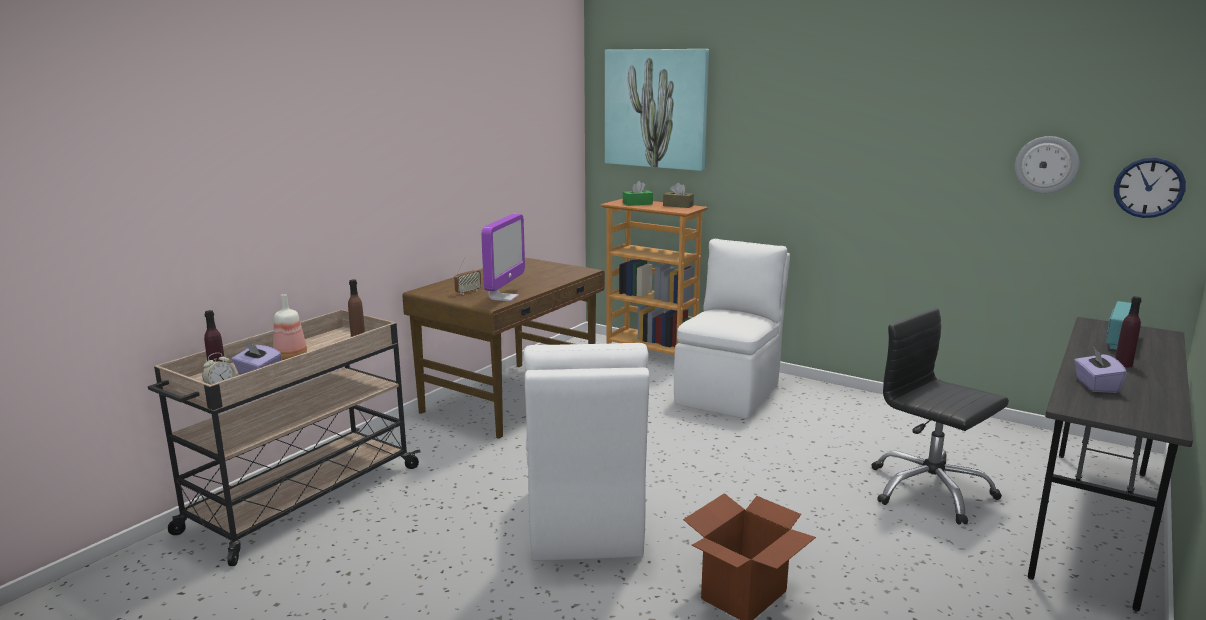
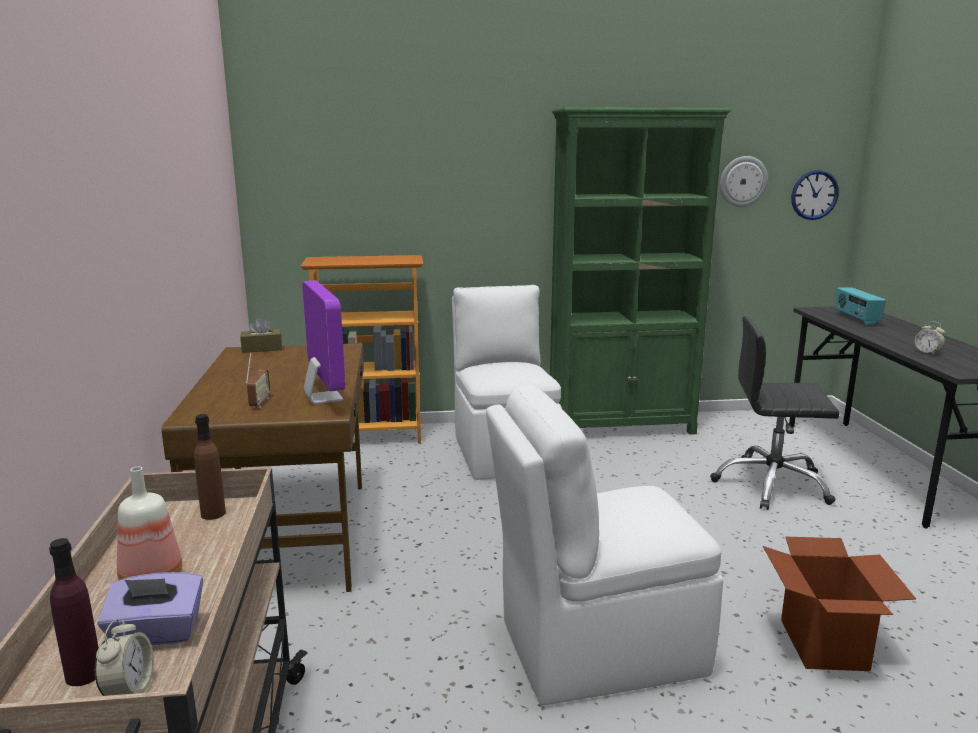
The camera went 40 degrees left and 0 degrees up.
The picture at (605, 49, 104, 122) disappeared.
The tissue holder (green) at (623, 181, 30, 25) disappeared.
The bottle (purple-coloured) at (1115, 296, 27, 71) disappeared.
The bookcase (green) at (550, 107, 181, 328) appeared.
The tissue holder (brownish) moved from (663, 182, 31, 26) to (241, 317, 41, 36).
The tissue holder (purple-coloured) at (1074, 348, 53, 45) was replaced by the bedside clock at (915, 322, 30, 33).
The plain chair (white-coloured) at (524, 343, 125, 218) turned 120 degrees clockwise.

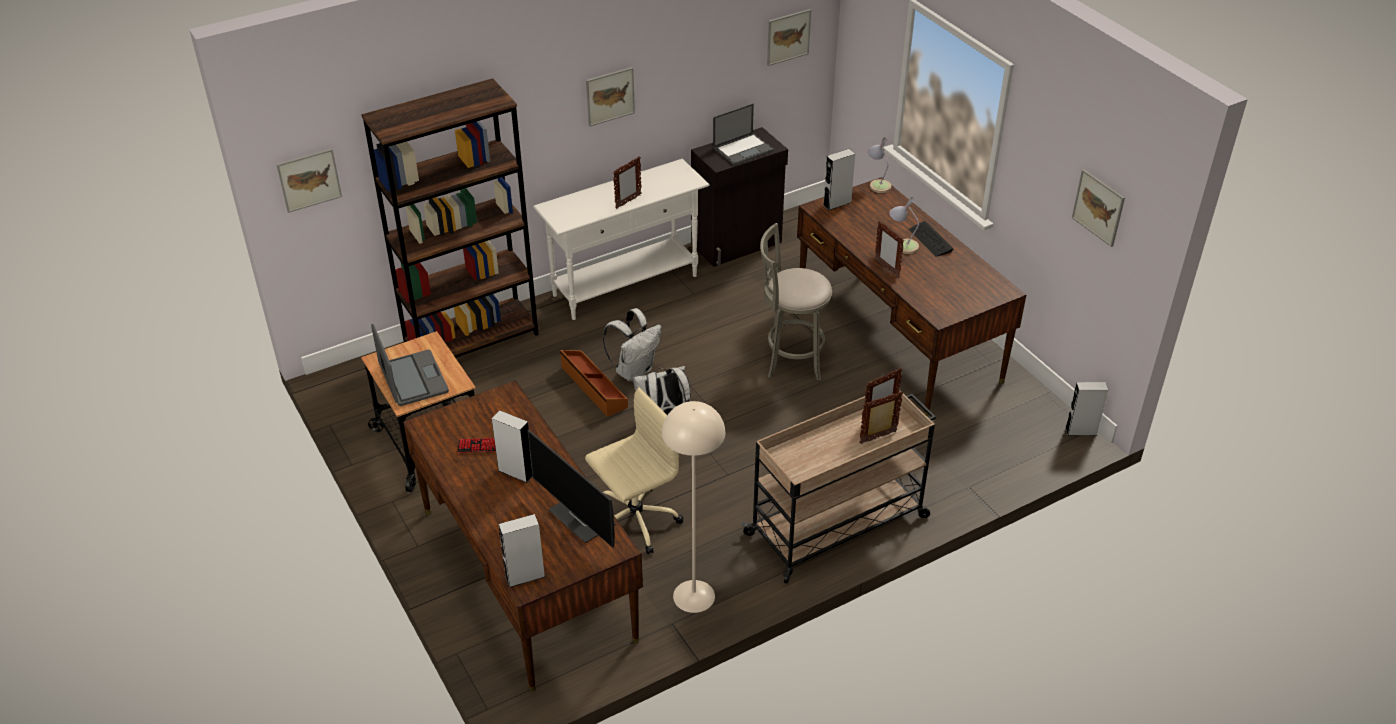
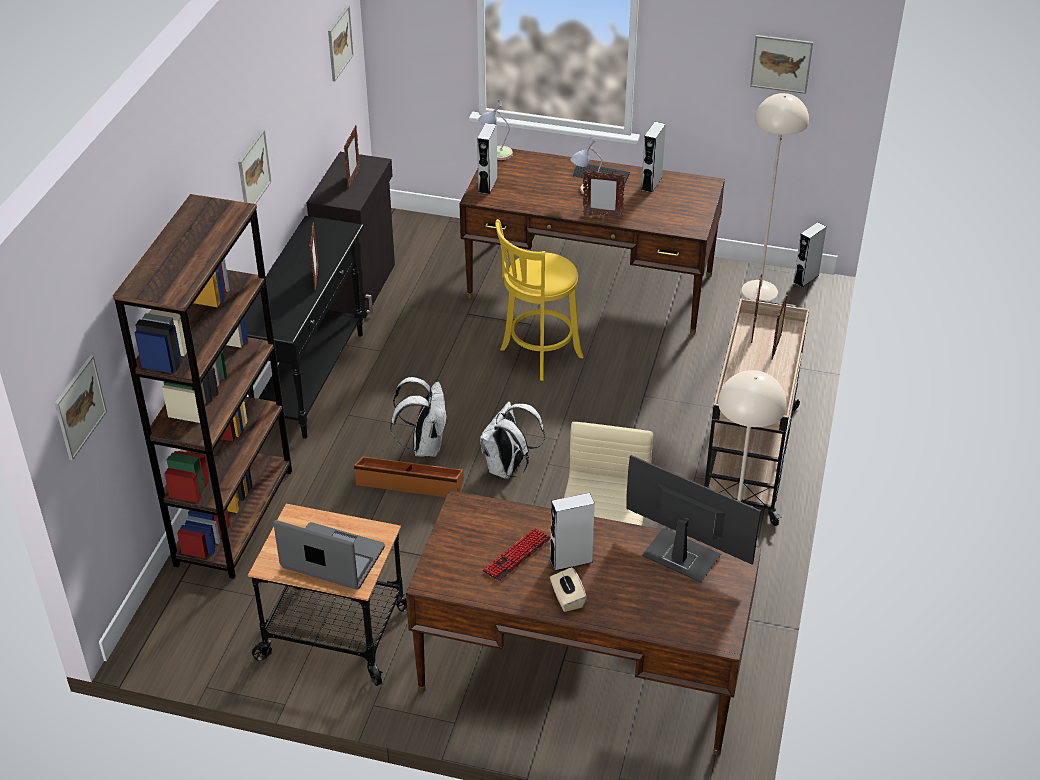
The camera went 45 degrees left and 0 degrees up.
The tissue holder (sand-coloured) at (550, 567, 37, 45) appeared.
The standing lamp (sand-coloured) at (742, 93, 67, 208) appeared.
The loudspeaker (grey) moved from (498, 514, 48, 74) to (641, 122, 25, 71).
The laptop at (713, 104, 61, 61) was replaced by the picture frame at (344, 125, 16, 63).
The hall table (white-coloured) at (533, 159, 177, 161) became the hall table (blackish) at (245, 216, 119, 223).
The stool (grey) at (760, 223, 72, 158) became the stool (yellow-coloured) at (495, 219, 89, 162).
The computer display at (528, 430, 88, 118) turned 150 degrees counterclockwise.

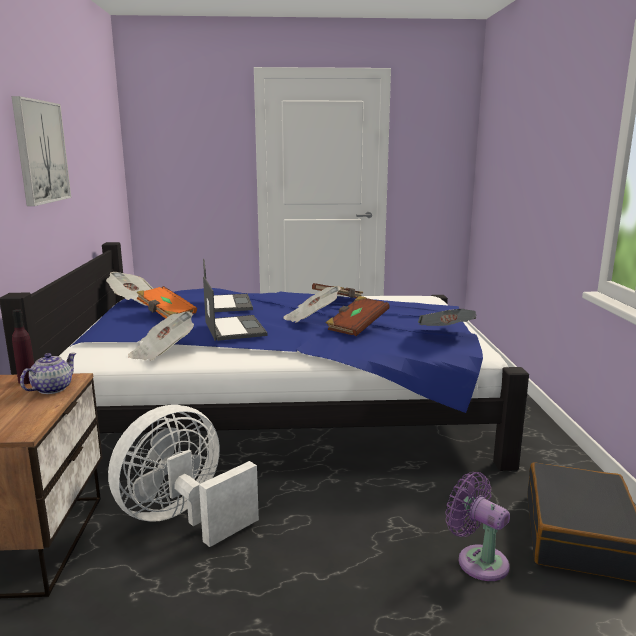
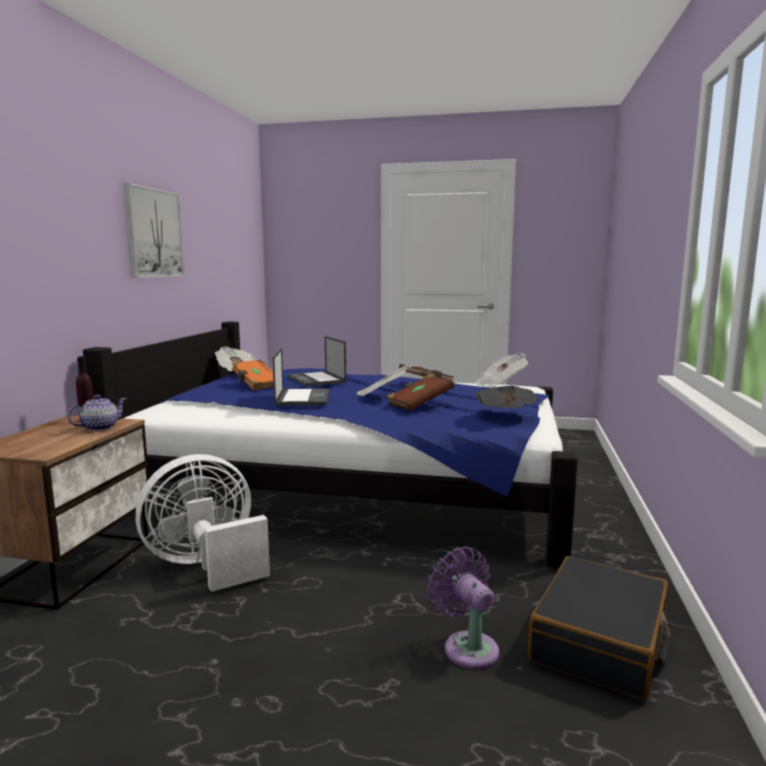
The camera went 15 degrees right and 5 degrees down.
The daily paper moved from (128, 311, 66, 50) to (475, 353, 53, 32).
The laptop at (203, 259, 50, 53) turned 150 degrees clockwise.

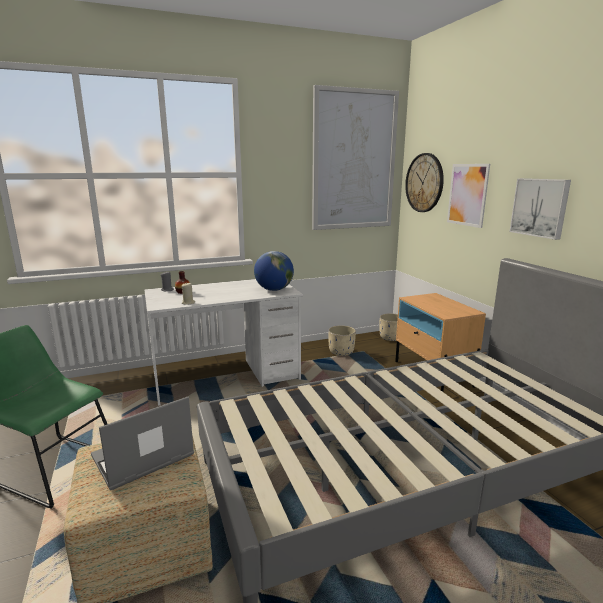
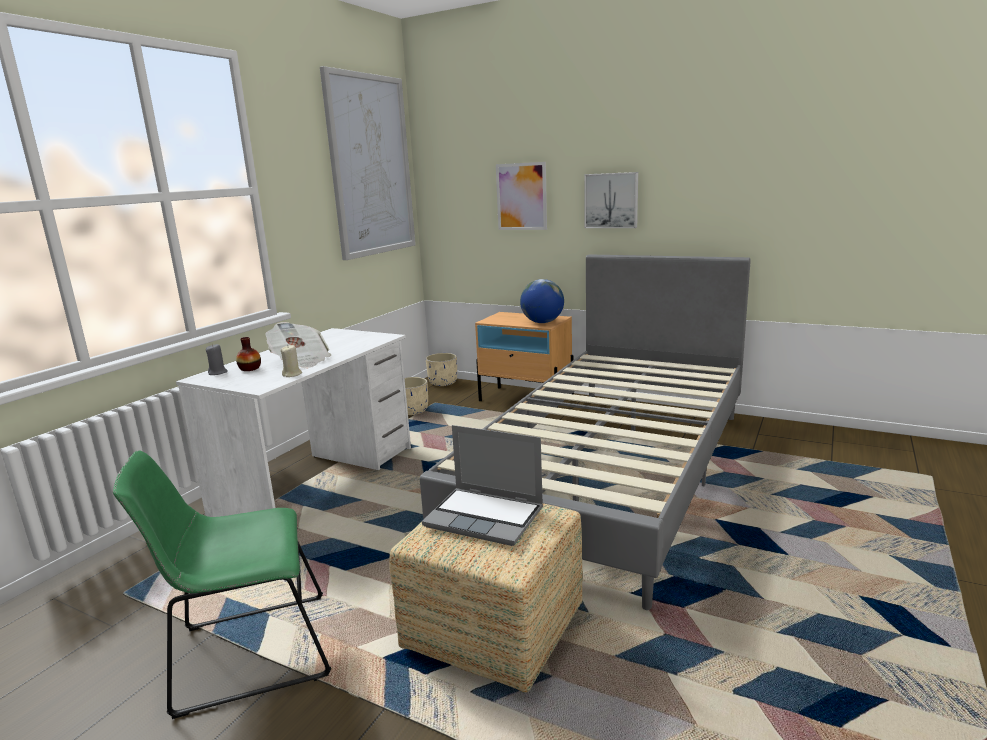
The camera went 40 degrees left and 0 degrees up.
The wall clock at (405, 153, 39, 59) disappeared.
The daily paper at (265, 322, 66, 46) appeared.
The world globe moved from (254, 251, 40, 40) to (520, 279, 44, 44).
The laptop at (91, 396, 103, 94) turned 75 degrees counterclockwise.

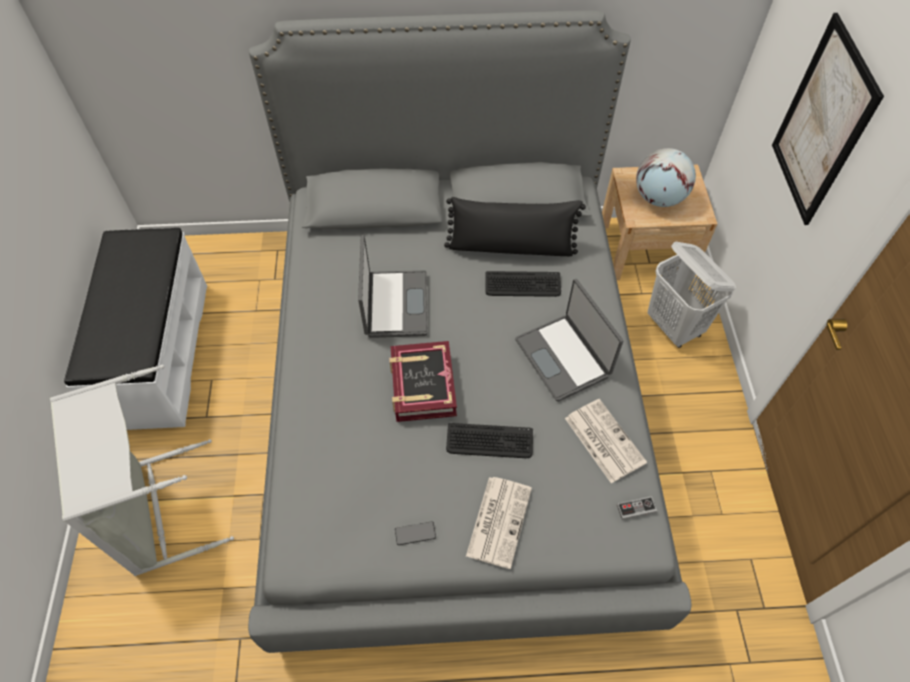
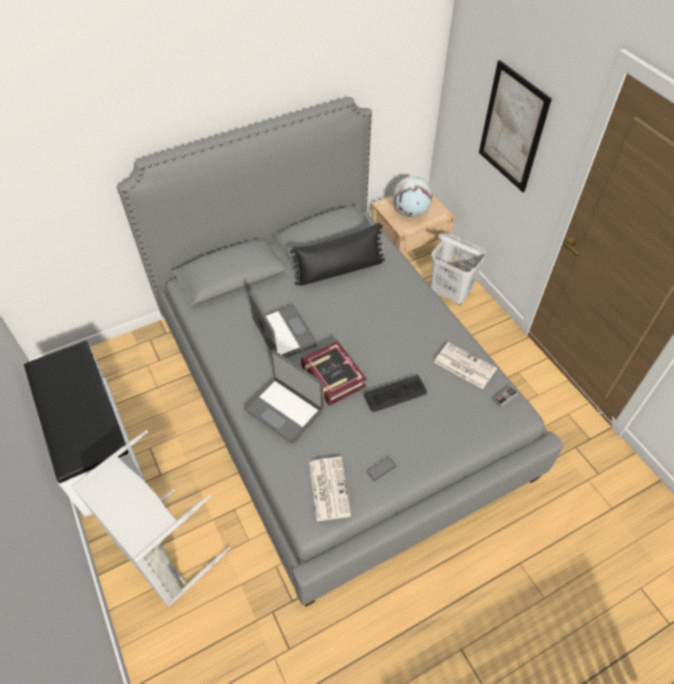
The camera went 25 degrees left and 5 degrees down.
The computer keyboard at (485, 271, 76, 26) disappeared.
The daily paper moved from (466, 477, 66, 92) to (309, 457, 42, 64).
The laptop moved from (515, 279, 108, 123) to (244, 350, 80, 94).

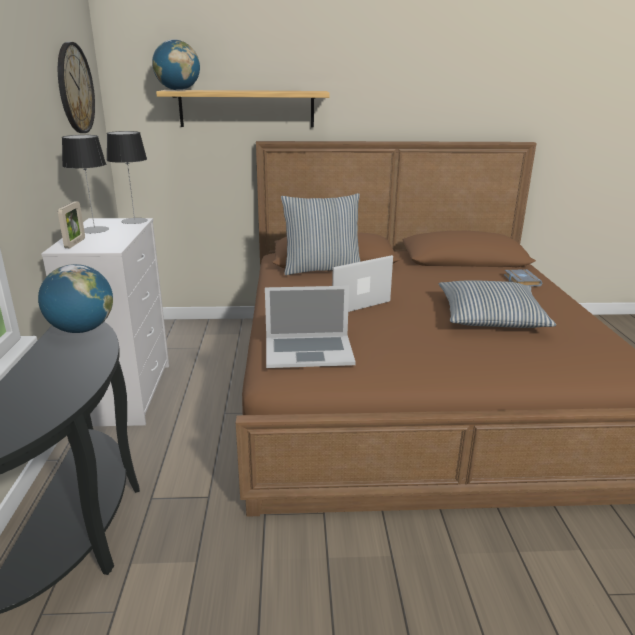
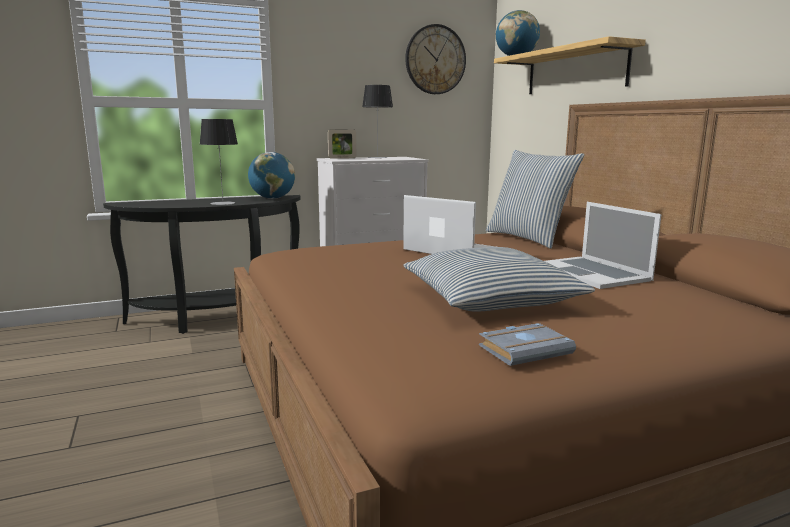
The camera went 70 degrees right and 10 degrees down.
The tabletop lamp moved from (107, 131, 41, 93) to (200, 119, 38, 86).
The laptop moved from (265, 286, 91, 82) to (545, 202, 116, 87).
The volume (grey) moved from (504, 269, 39, 18) to (479, 323, 97, 43).

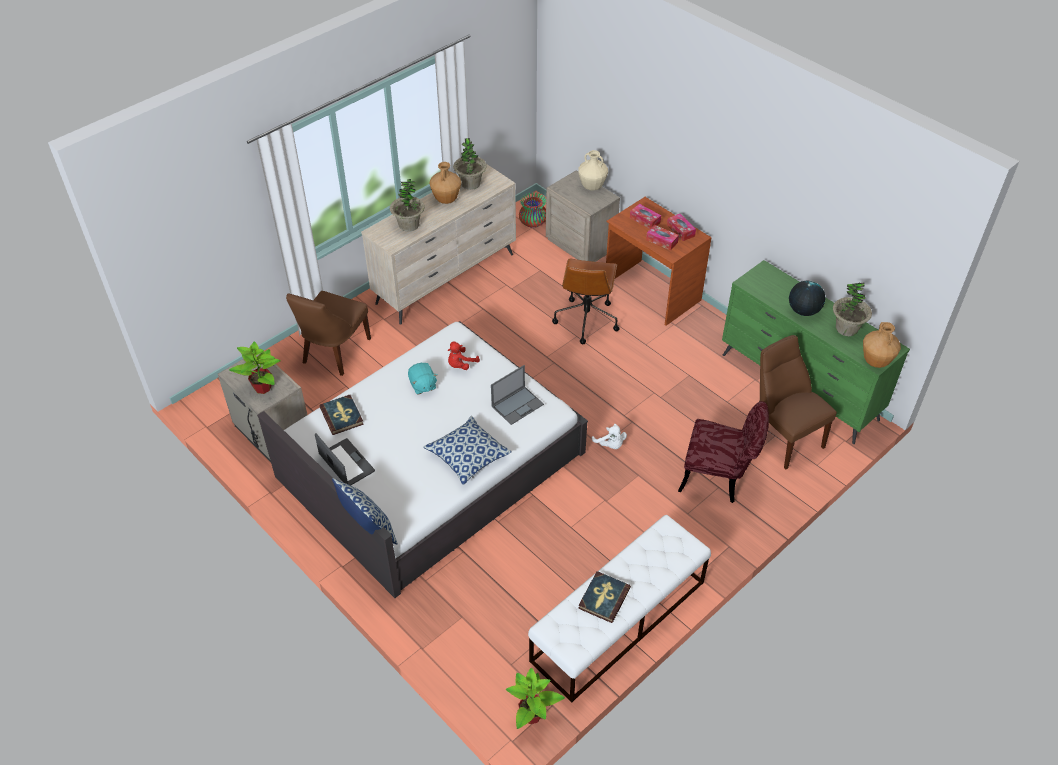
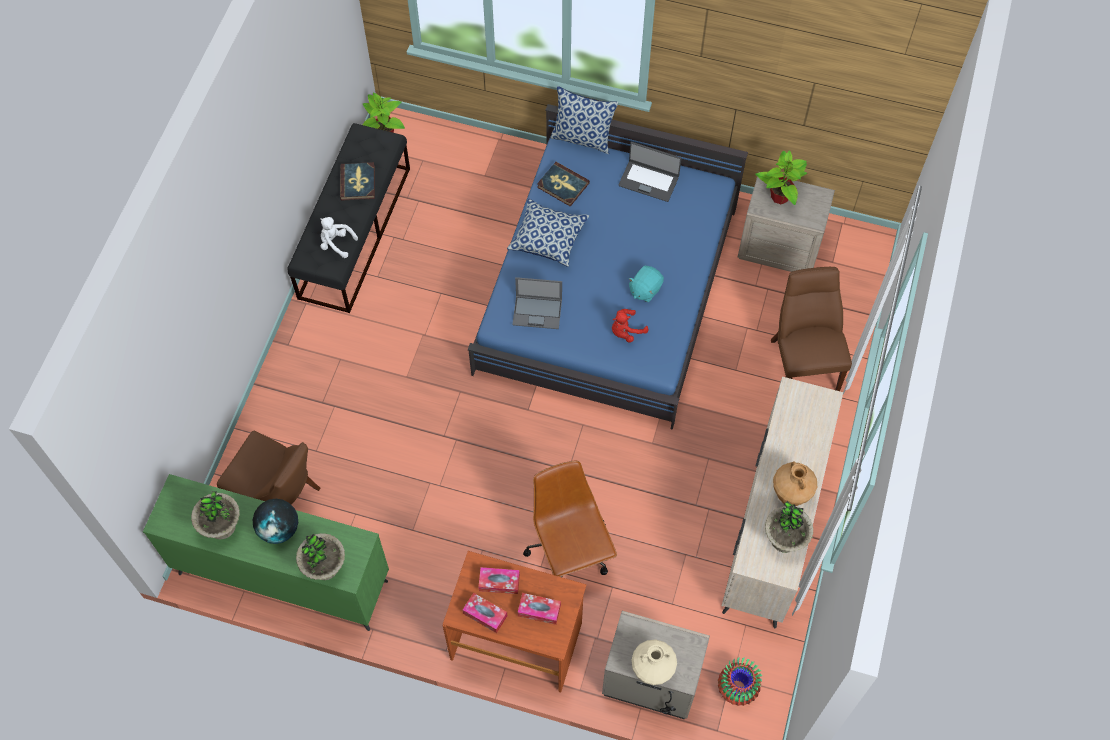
The camera went 150 degrees right and 15 degrees up.
The plain chair (red-coloured) at (678, 401, 91, 102) disappeared.
The vase (brownish) at (863, 322, 38, 46) disappeared.
The volume moved from (319, 395, 45, 40) to (537, 162, 53, 45).
The houseplant moved from (390, 179, 35, 53) to (296, 533, 49, 47).
The plush toy (white-coloured) moved from (592, 424, 35, 25) to (320, 217, 38, 41).
The bed (white-coloured) at (257, 321, 331, 277) became the bed (blue) at (468, 104, 280, 326).
The bench (white-coloured) at (528, 515, 183, 188) became the bench (blackish) at (287, 123, 123, 190).
The plush toy (turquoise-coloured) at (408, 363, 29, 31) turned 90 degrees counterclockwise.
The plush toy (red-coloured) at (448, 341, 32, 29) turned 135 degrees counterclockwise.
The laptop at (491, 365, 53, 60) turned 105 degrees counterclockwise.

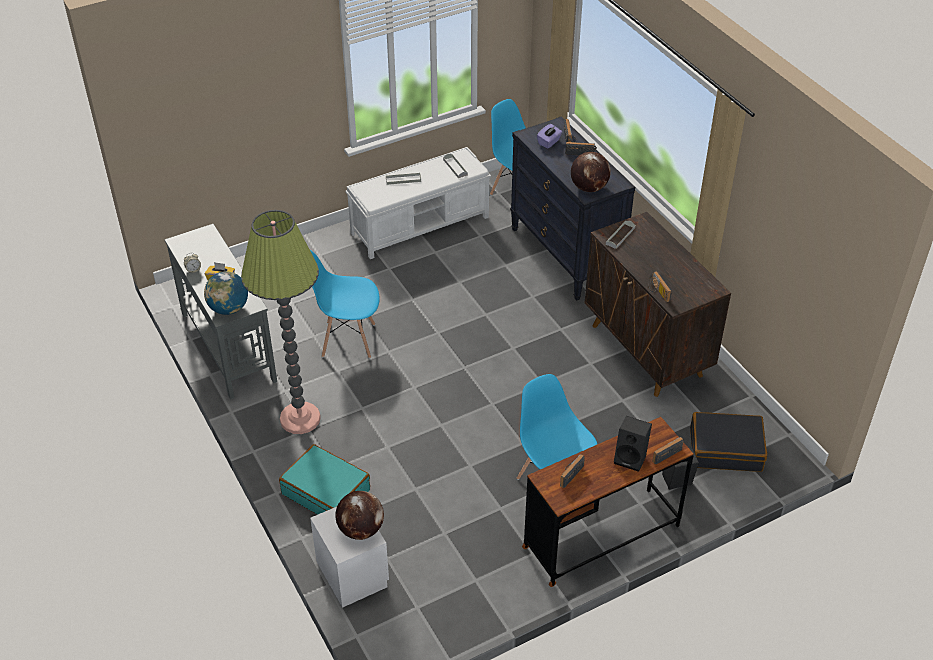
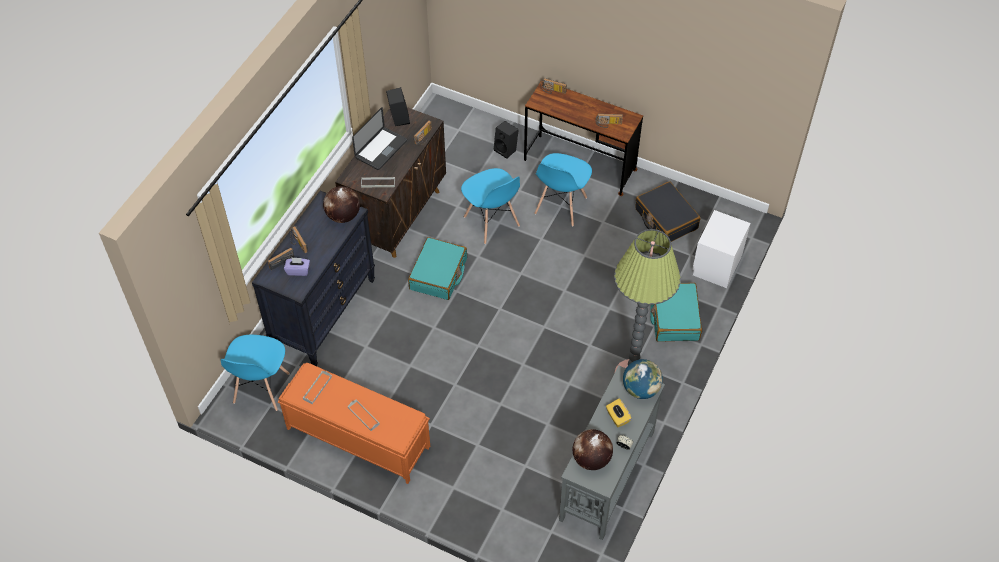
The camera went 125 degrees left and 10 degrees up.
The laptop at (352, 107, 55, 63) appeared.
The travel case (turquoise-coloured) at (408, 237, 59, 63) appeared.
The plain chair (blue) moved from (310, 250, 70, 108) to (461, 168, 59, 76).
The world globe moved from (335, 491, 49, 49) to (573, 429, 40, 41).
The loudspeaker (blackish) moved from (614, 416, 38, 56) to (386, 87, 24, 39).
The travel case (blackish) moved from (690, 412, 77, 60) to (635, 181, 65, 61).
The bench (white-coloured) at (346, 147, 145, 112) became the bench (orange) at (278, 363, 152, 121).

